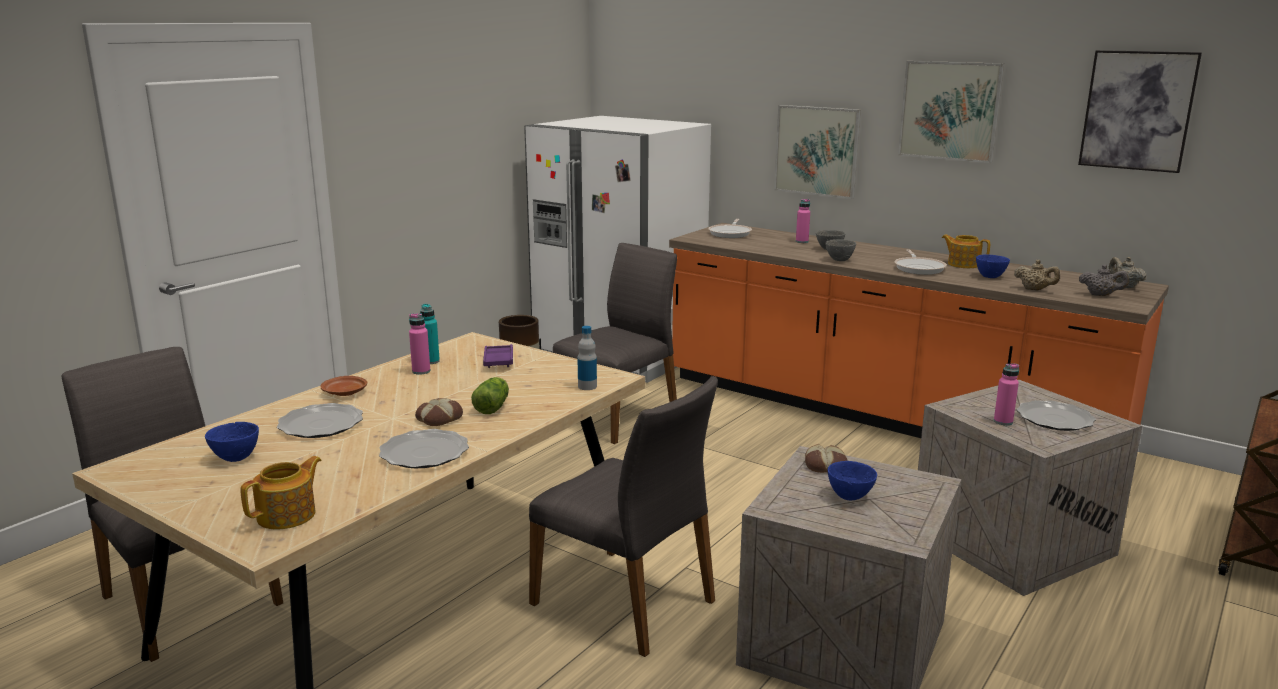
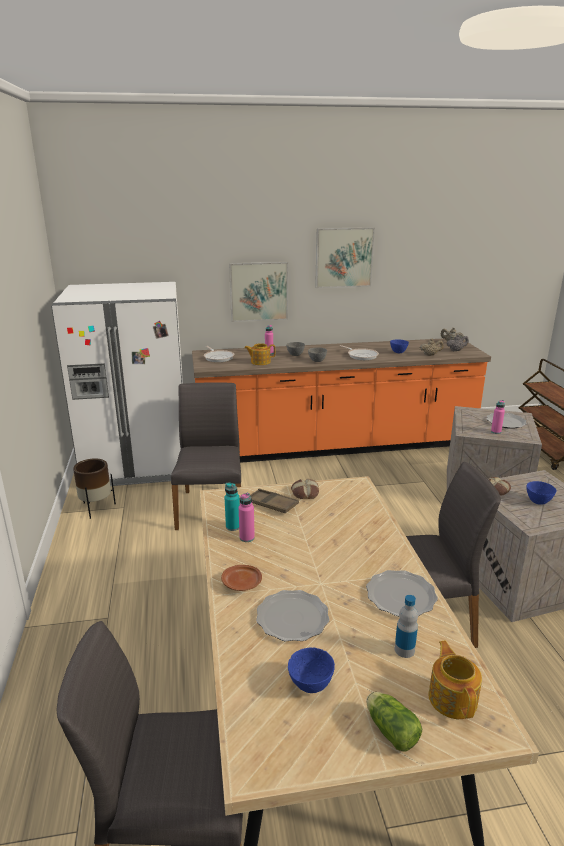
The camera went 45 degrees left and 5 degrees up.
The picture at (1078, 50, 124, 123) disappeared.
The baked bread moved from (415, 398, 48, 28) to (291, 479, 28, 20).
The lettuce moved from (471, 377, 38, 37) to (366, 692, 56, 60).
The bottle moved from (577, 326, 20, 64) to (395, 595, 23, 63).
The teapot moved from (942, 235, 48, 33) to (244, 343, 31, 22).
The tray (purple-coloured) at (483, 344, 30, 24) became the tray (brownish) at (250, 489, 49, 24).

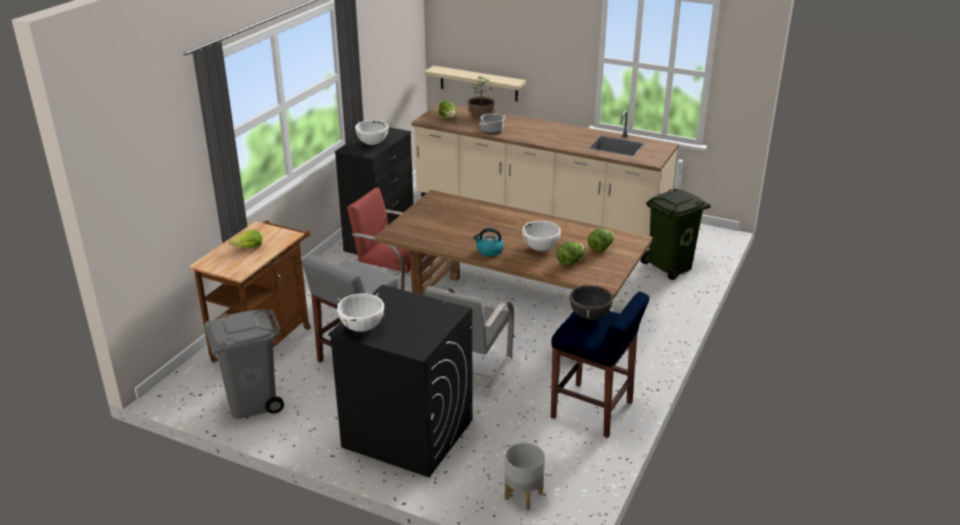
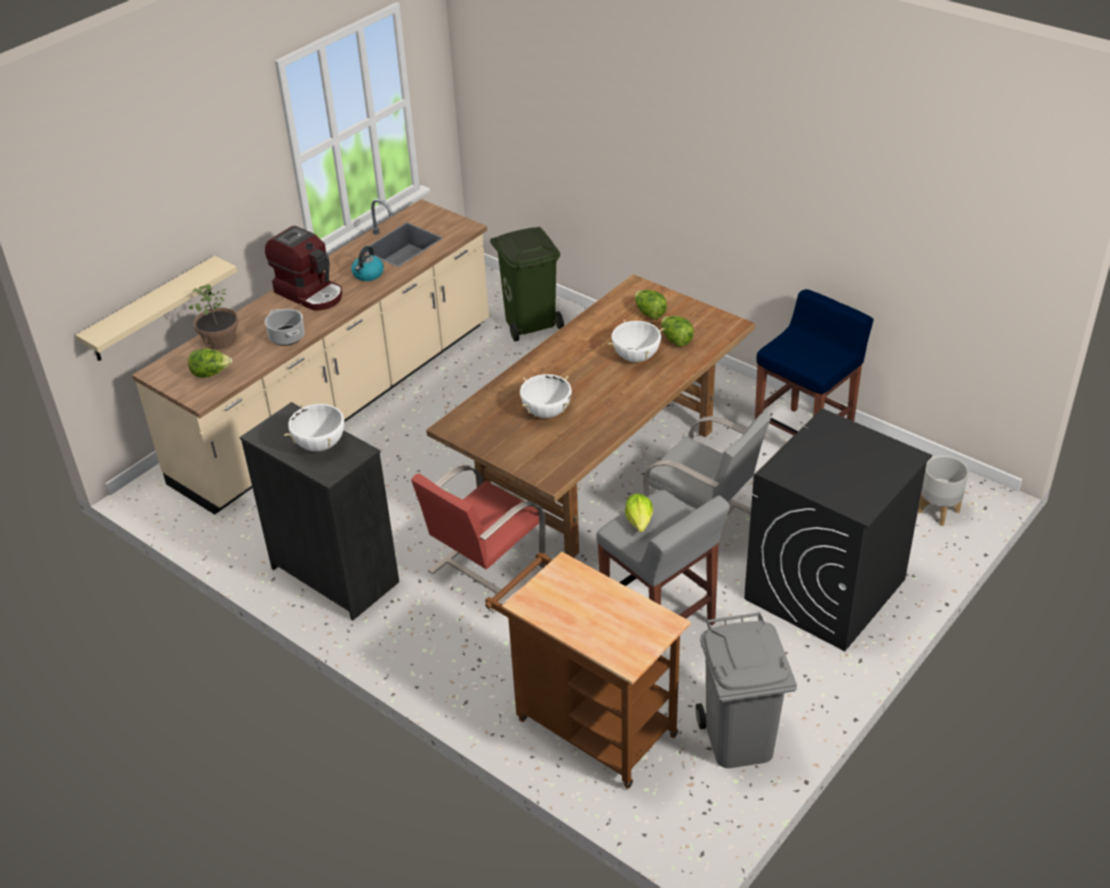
The camera went 75 degrees left and 10 degrees up.
The cooking pot (blackish) at (564, 283, 54, 37) disappeared.
The coffee machine at (265, 226, 77, 85) appeared.
The lettuce moved from (229, 230, 33, 18) to (625, 493, 28, 39).
The cooking pot (white-coloured) moved from (337, 293, 48, 39) to (520, 374, 52, 44).
The tea kettle moved from (473, 228, 31, 28) to (351, 246, 33, 35).

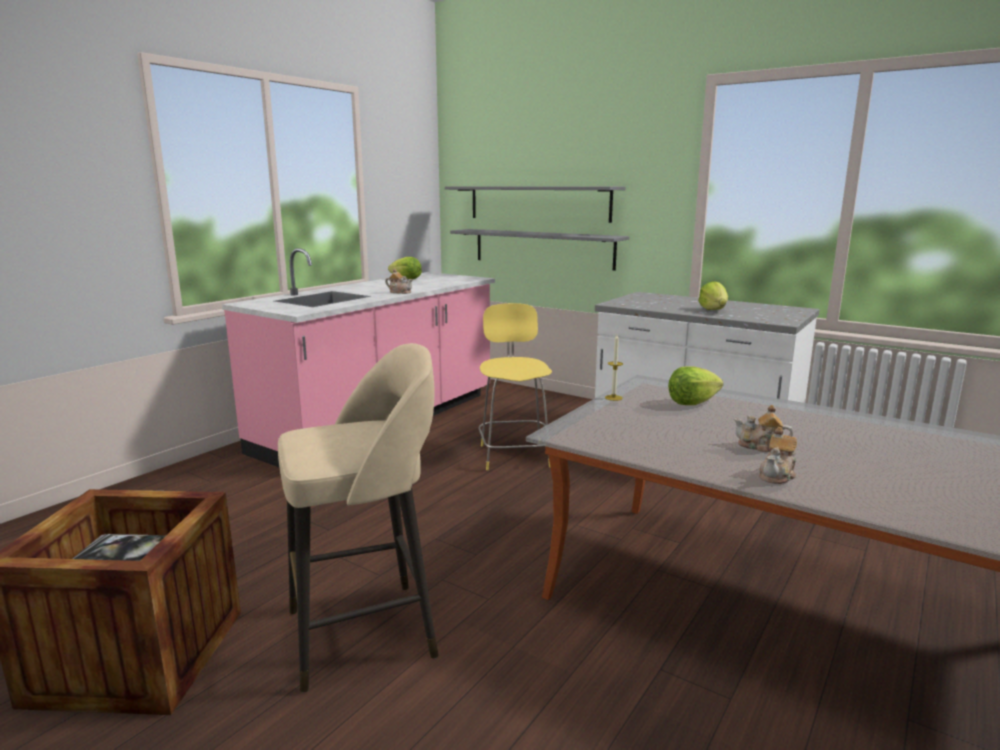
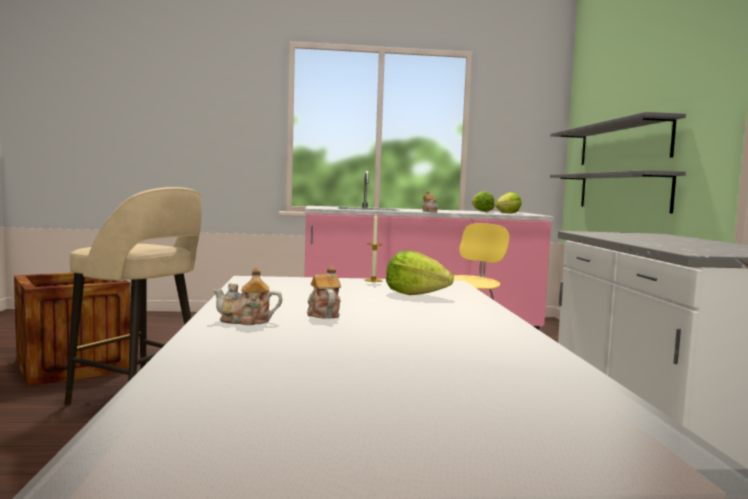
The camera went 50 degrees right and 10 degrees down.
The lettuce moved from (698, 281, 30, 29) to (495, 192, 27, 21).

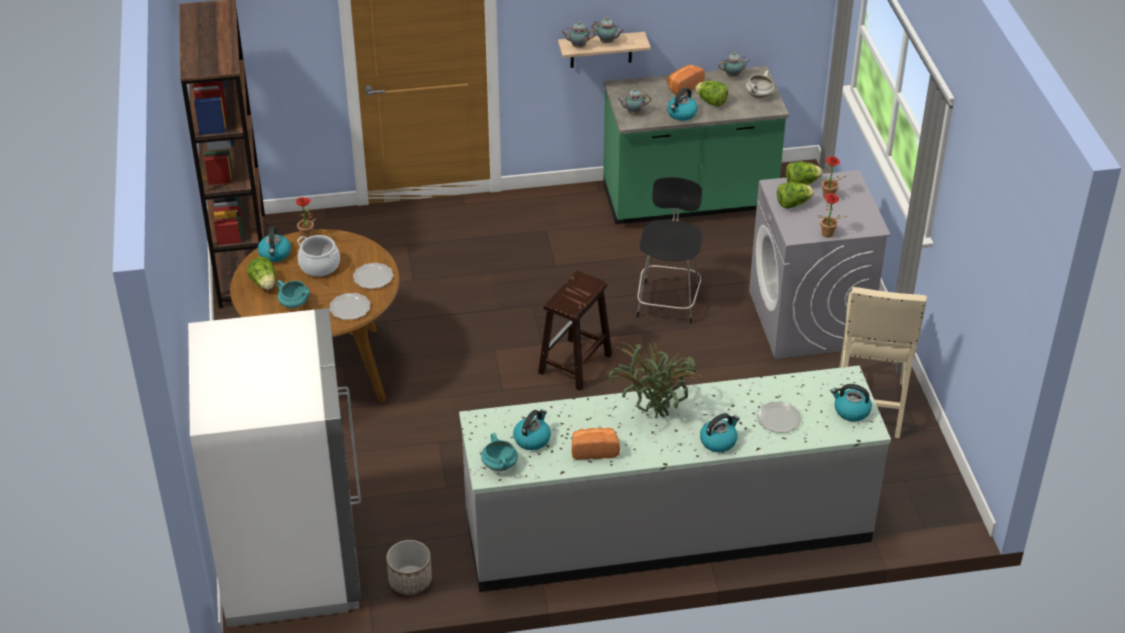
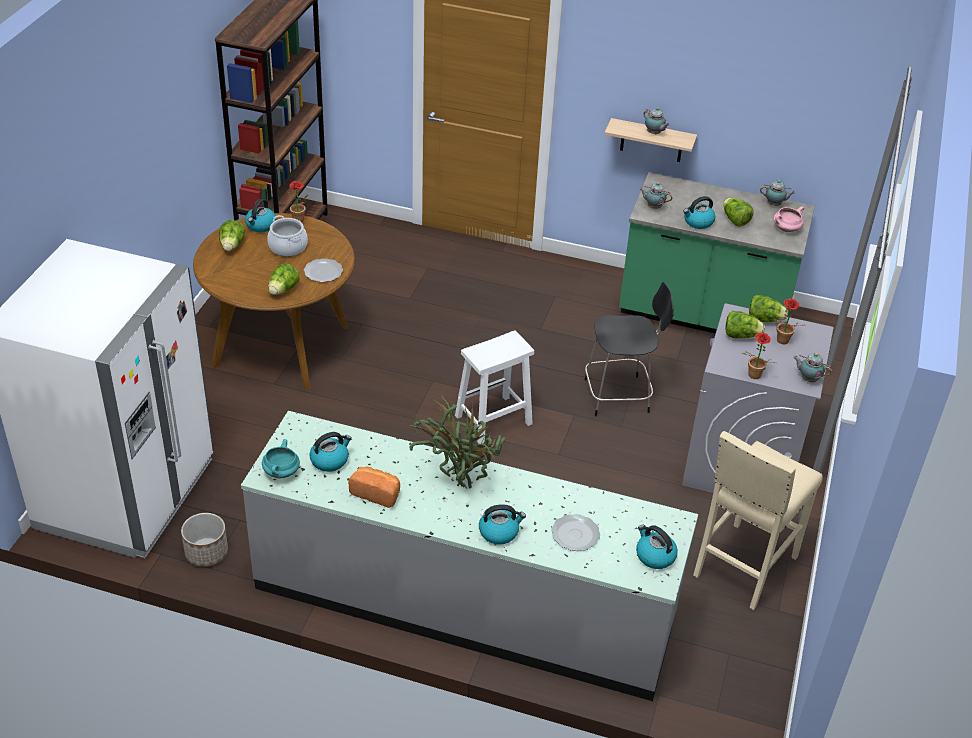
The camera went 25 degrees right and 0 degrees up.
The cooking pot (turquoise-coloured) at (276, 280, 34, 28) disappeared.
The baked bread at (667, 65, 38, 30) disappeared.
The teapot moved from (561, 22, 35, 26) to (793, 353, 39, 29).
The dinner plate at (329, 293, 42, 27) was replaced by the lettuce at (268, 263, 32, 32).
The stool (brownish) at (538, 270, 74, 121) became the stool (white-coloured) at (455, 330, 79, 114).
The cooking pot (white-coloured) at (746, 71, 29, 27) became the cooking pot (pink-coloured) at (774, 207, 30, 25).
The plain chair (blackish) at (637, 177, 65, 147) turned 45 degrees clockwise.

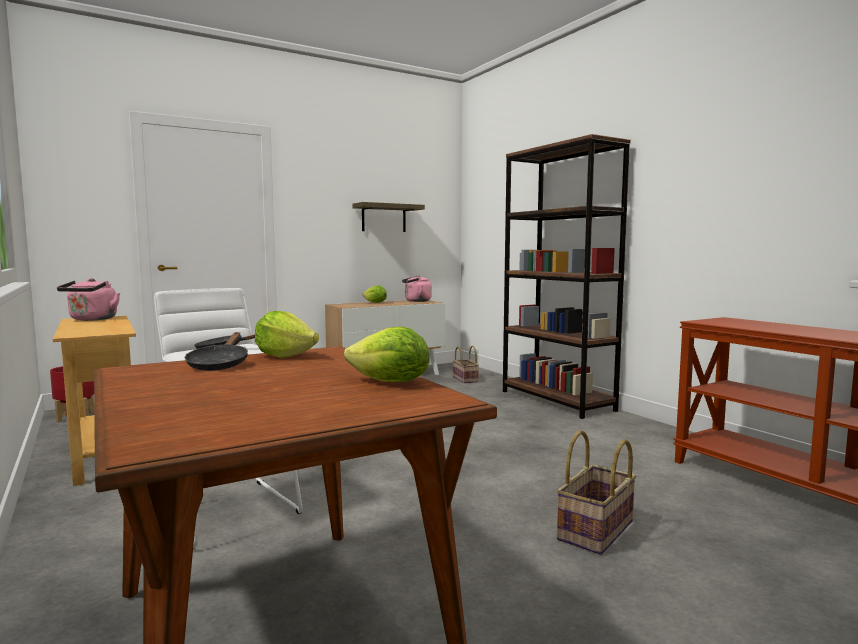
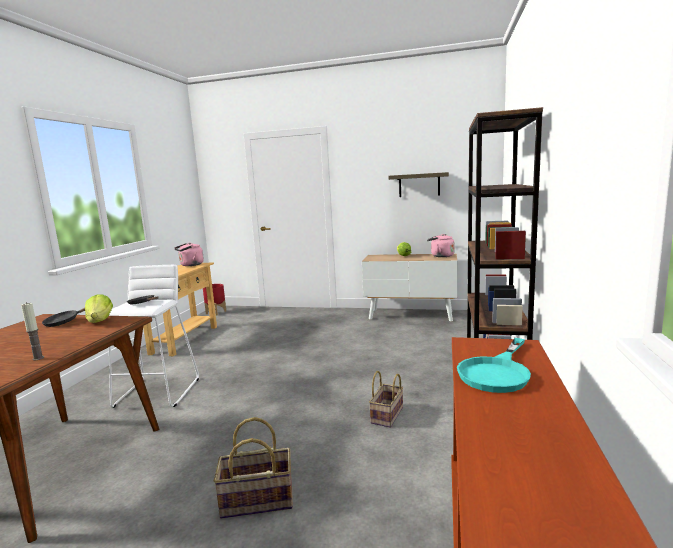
The camera went 45 degrees right and 5 degrees up.
The skillet (turquoise-coloured) at (457, 338, 74, 55) appeared.
The basket moved from (453, 345, 26, 38) to (369, 371, 34, 57).
The lettuce at (344, 327, 86, 55) was replaced by the wax candle at (21, 302, 23, 58).

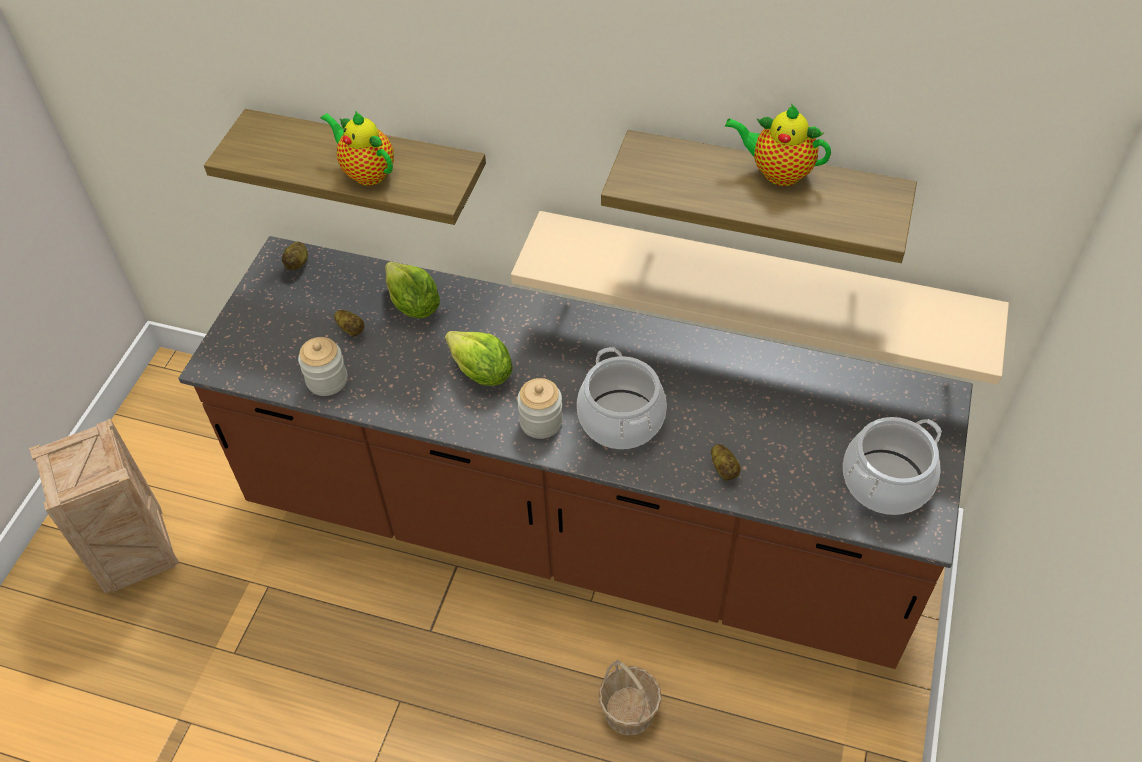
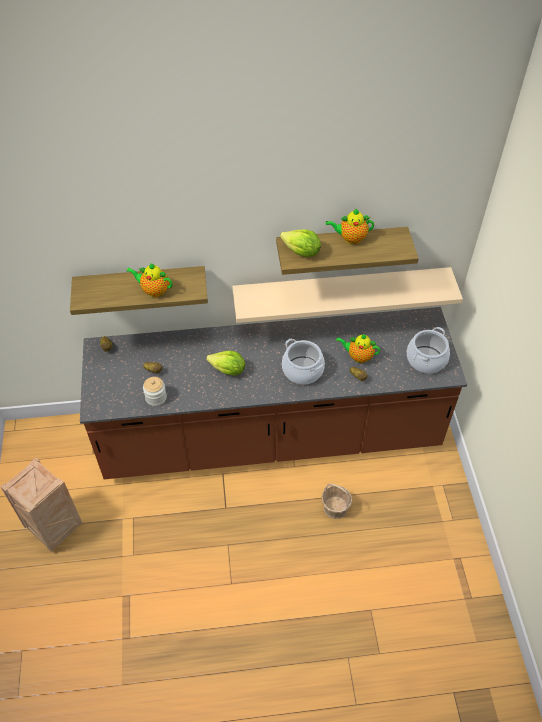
The camera went 25 degrees left and 0 degrees up.
The storage jar at (517, 378, 46, 61) disappeared.
The teapot at (336, 334, 44, 29) appeared.
The lettuce moved from (385, 261, 55, 57) to (280, 229, 41, 28).

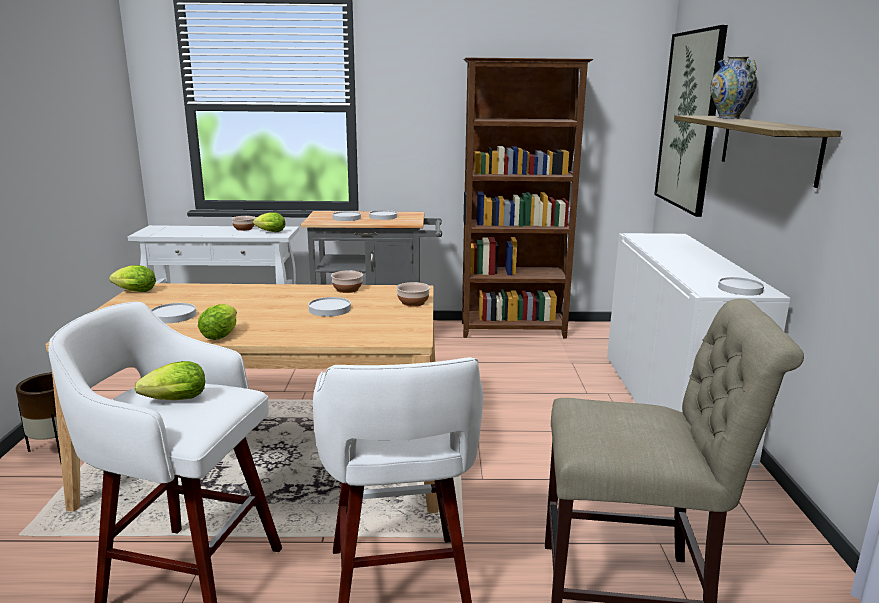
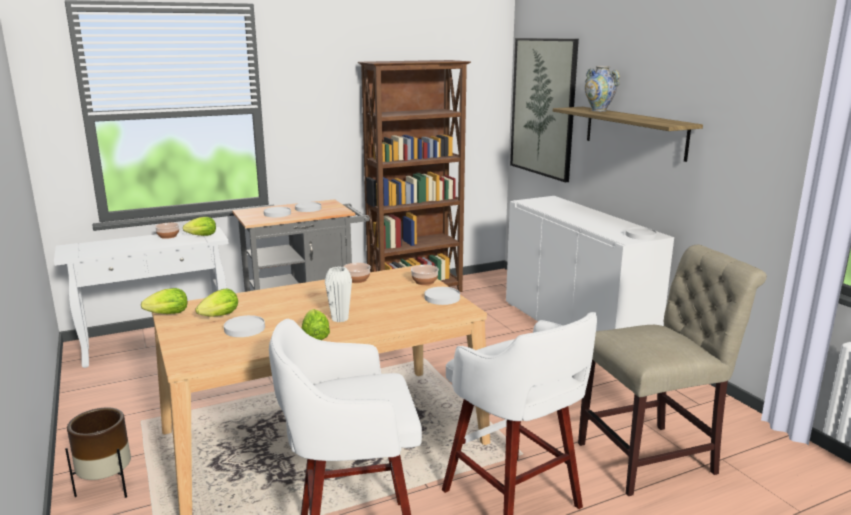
The camera went 25 degrees left and 0 degrees up.
The vase (white-coloured) at (325, 266, 27, 56) appeared.
The lettuce moved from (134, 361, 71, 39) to (195, 288, 43, 29).
The dinner plate (white-coloured) moved from (309, 297, 42, 20) to (425, 287, 35, 18).

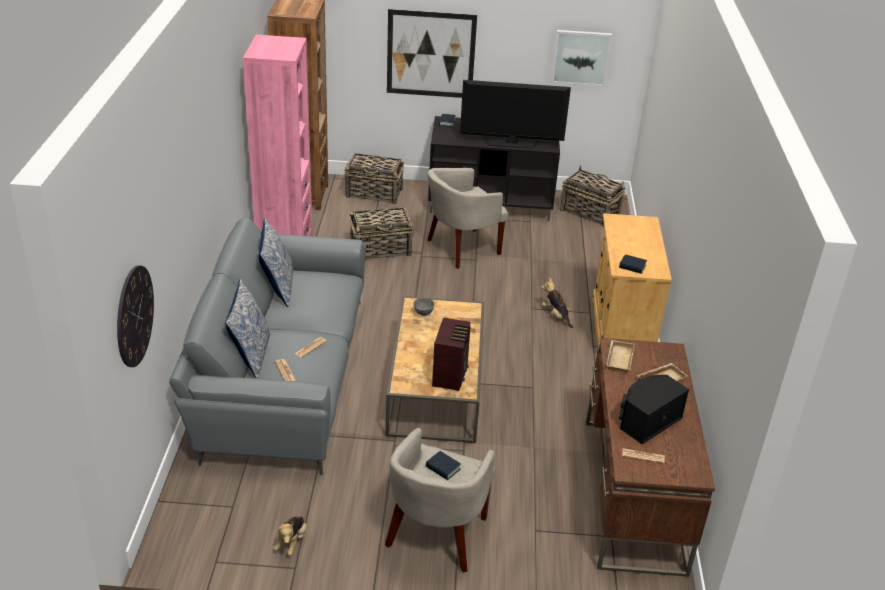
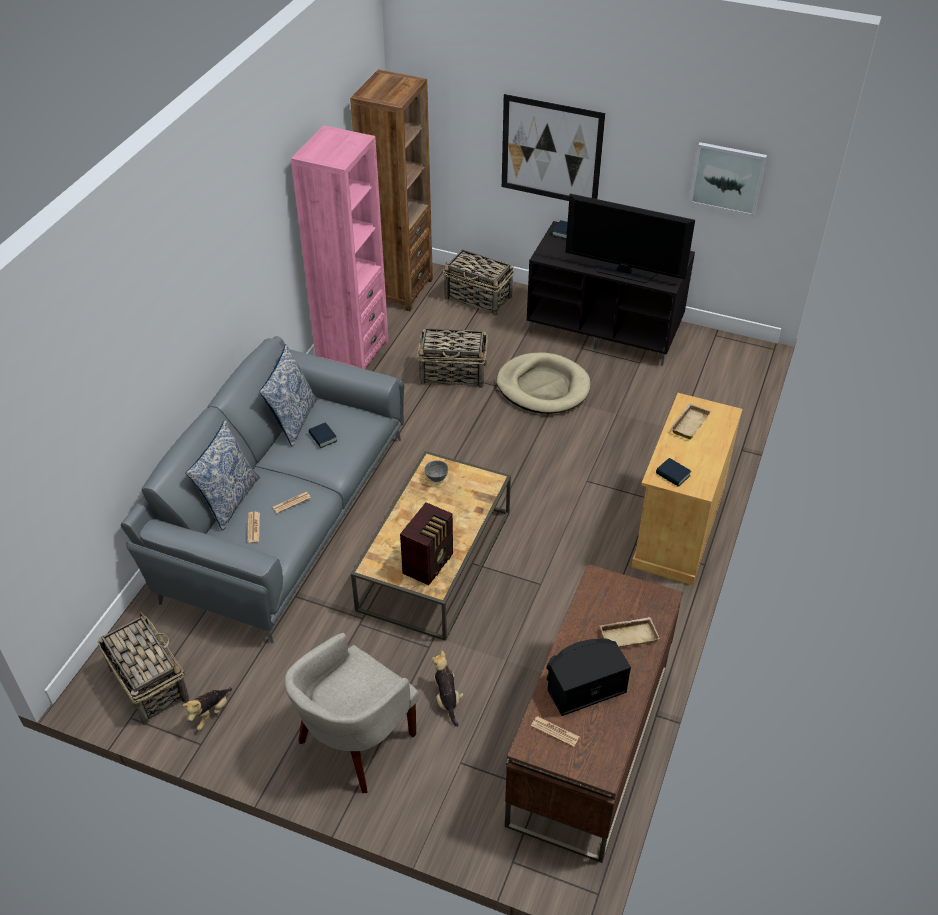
The camera went 20 degrees right and 10 degrees up.
The wall clock at (117, 265, 37, 102) disappeared.
The volume moved from (426, 451, 35, 29) to (309, 422, 28, 26).
The plush toy moved from (541, 278, 32, 50) to (432, 651, 32, 76).
The basket moved from (560, 165, 66, 62) to (97, 612, 92, 113).
The tray (sand-coloured) moved from (606, 340, 29, 33) to (670, 404, 41, 36).
The lounge chair (sand-coloured) at (427, 168, 81, 101) was replaced by the pet bed (sand-coloured) at (496, 353, 94, 61).

